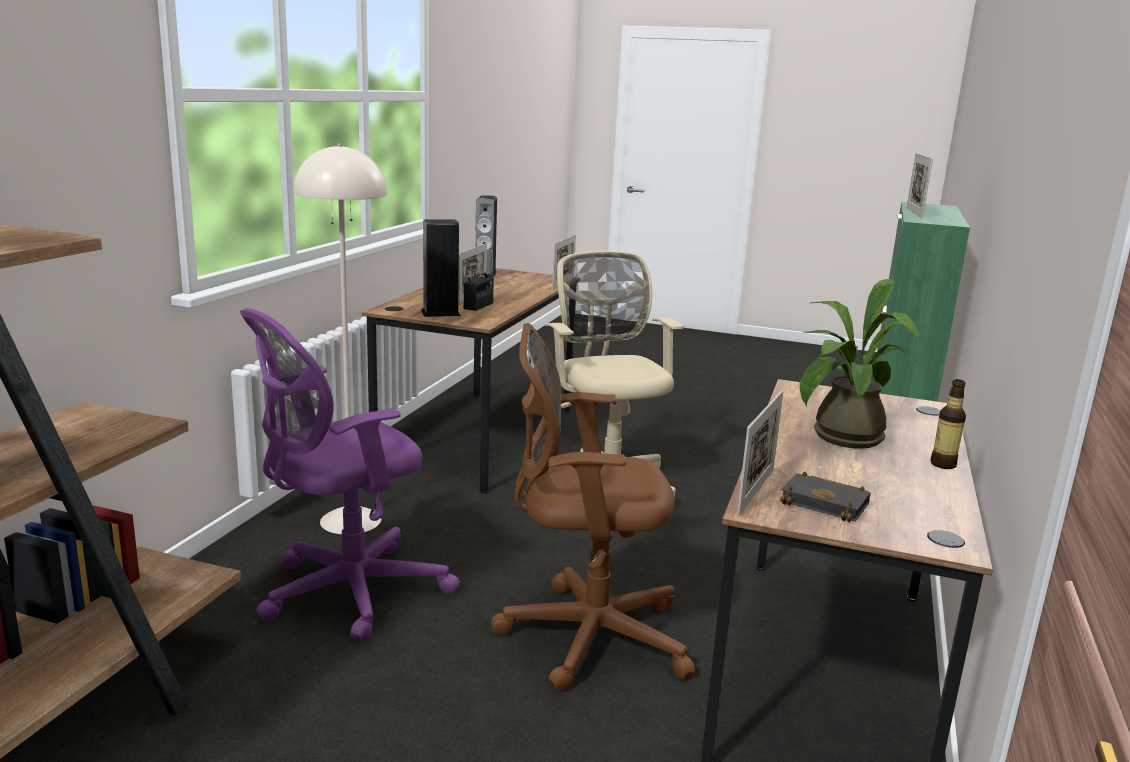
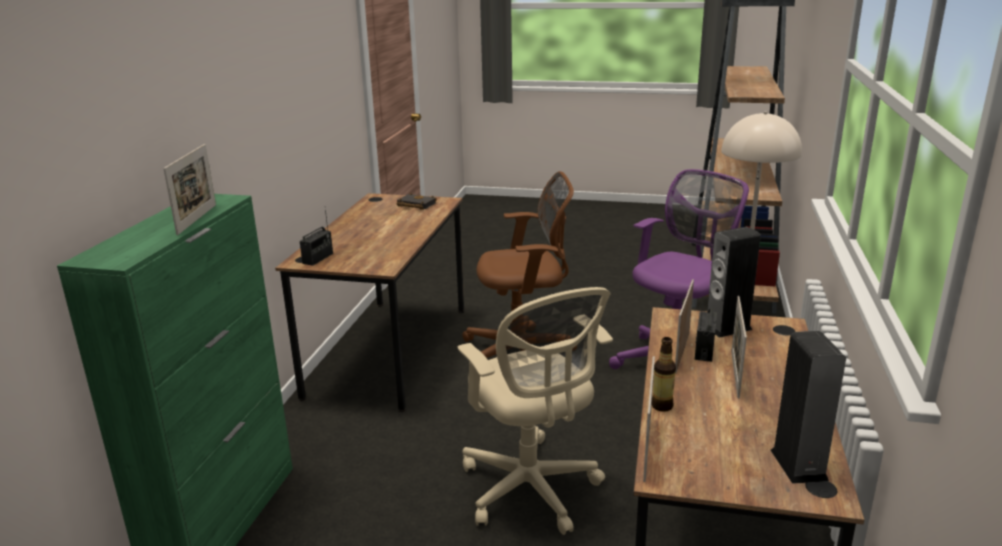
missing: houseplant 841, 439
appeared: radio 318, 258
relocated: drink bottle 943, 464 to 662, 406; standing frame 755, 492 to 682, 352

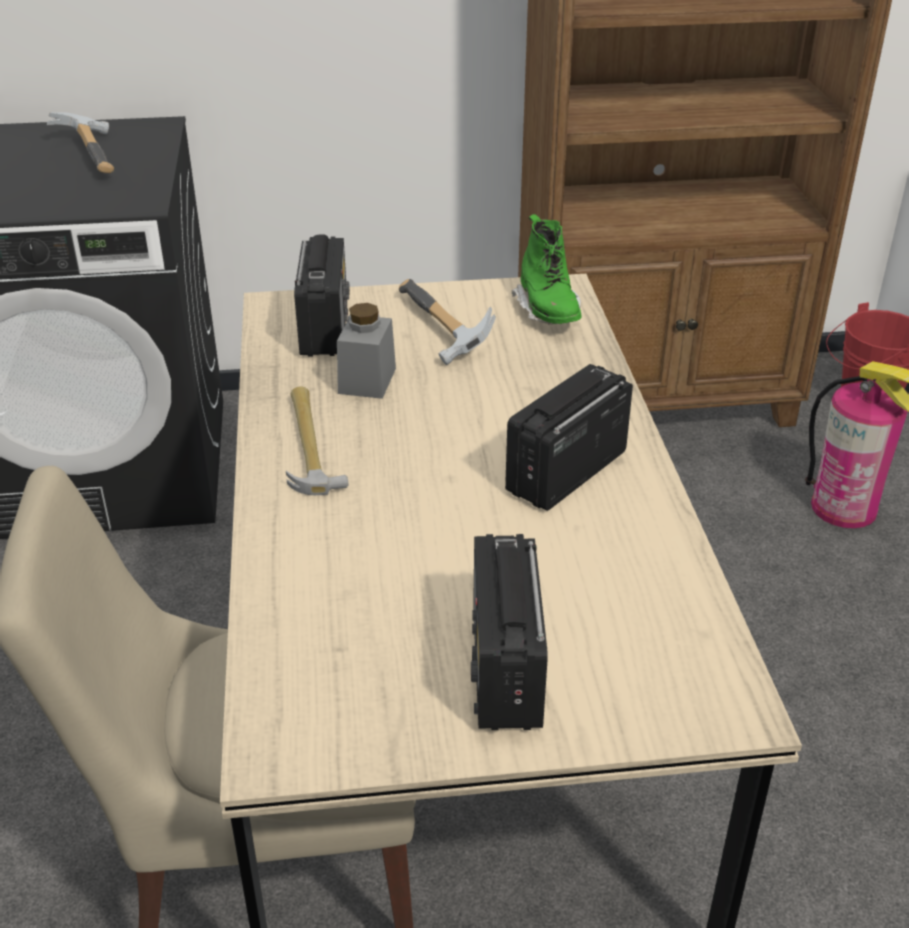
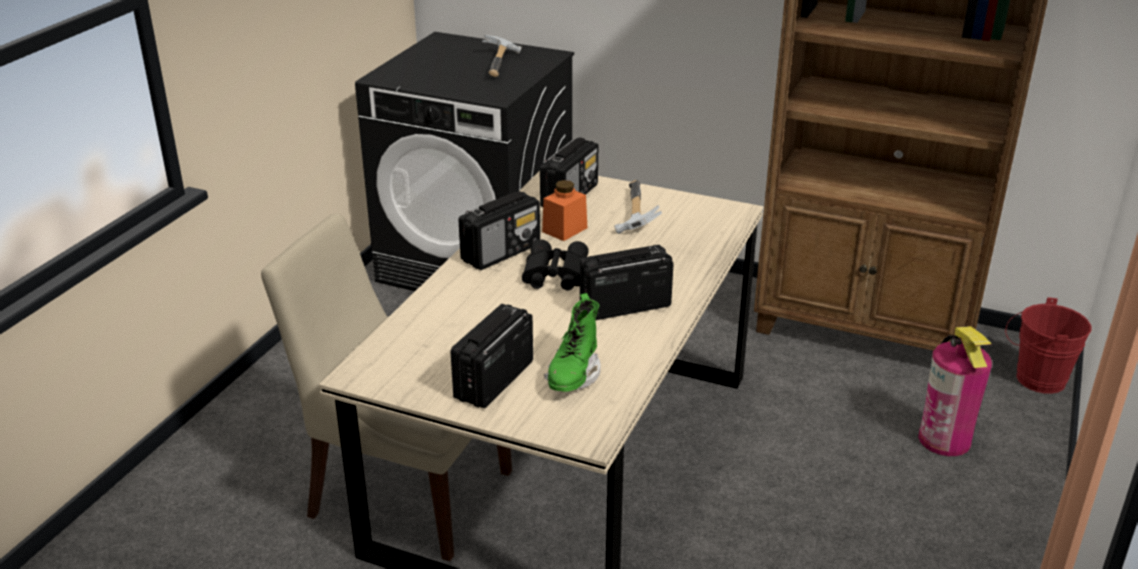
appeared: binoculars/black-coloured 554, 275
relocated: high-top boot/green 548, 312 to 573, 376
exchanged: hand hammer 309, 445 to radio 501, 252
colour: jar/greyish 367, 381 to jar/orange-coloured 564, 230

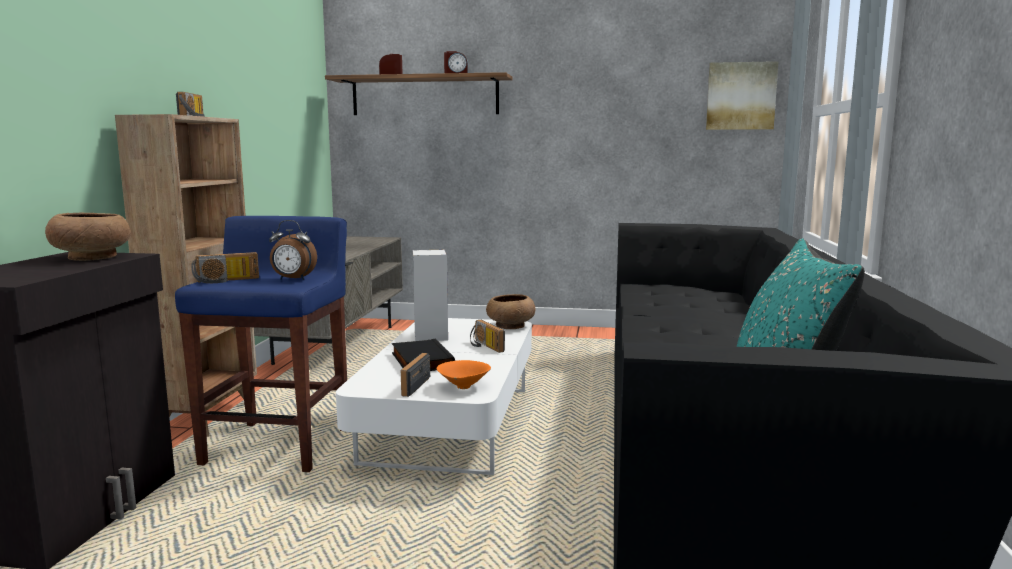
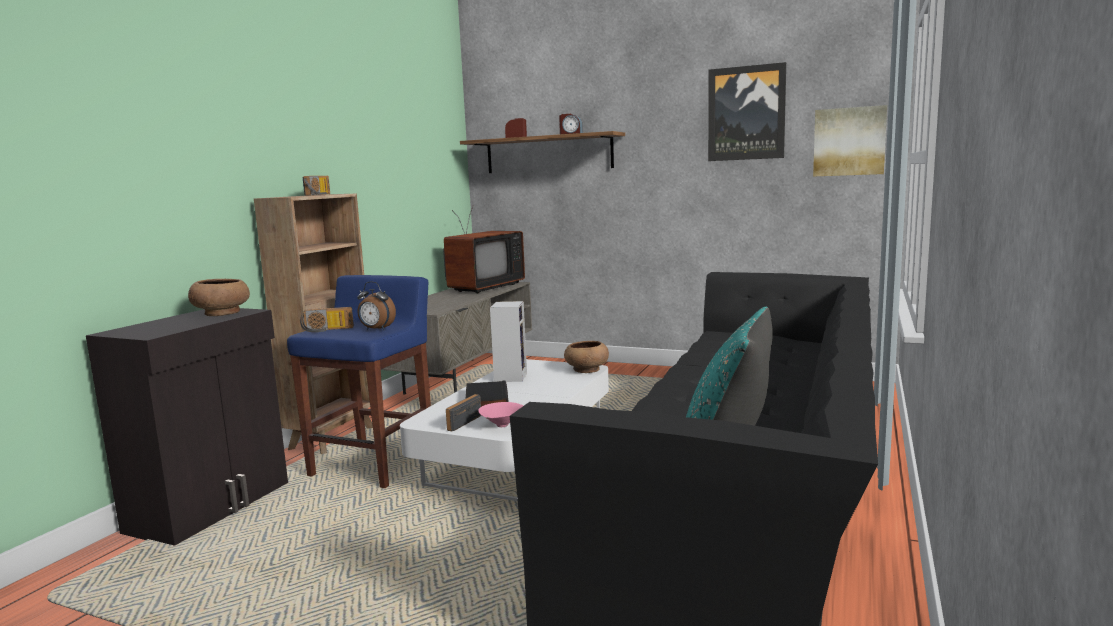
missing: radio 484, 346
appeared: television 482, 287; picture 746, 113
colour: bowl/orange-coloured 463, 387 to bowl/pinkish 501, 426

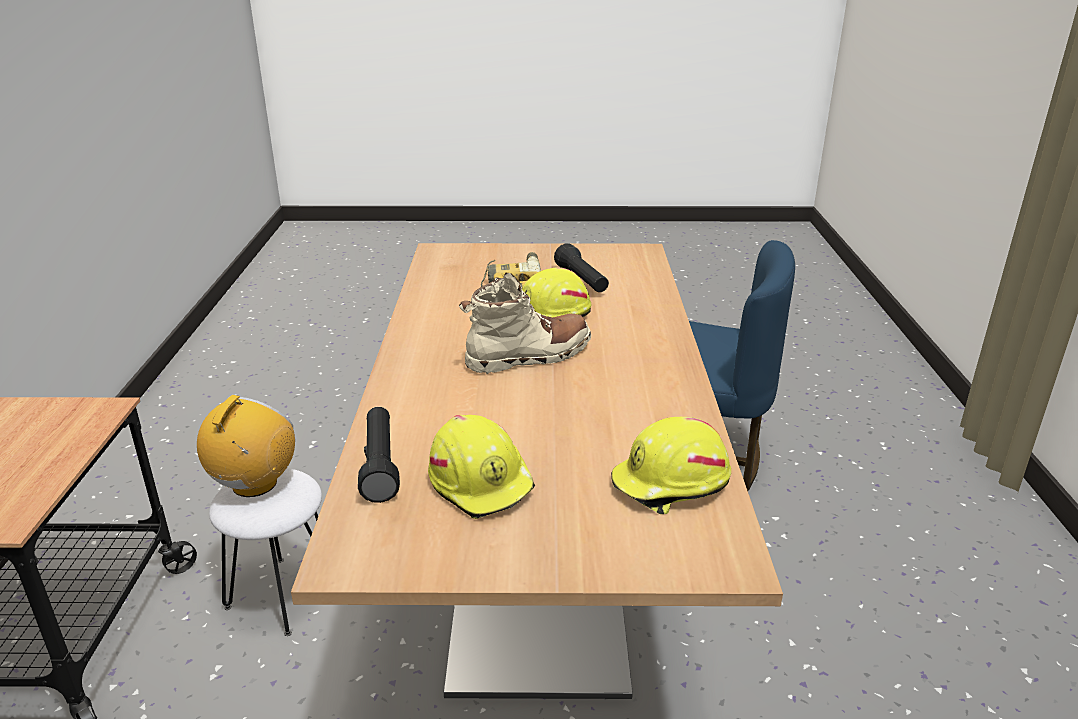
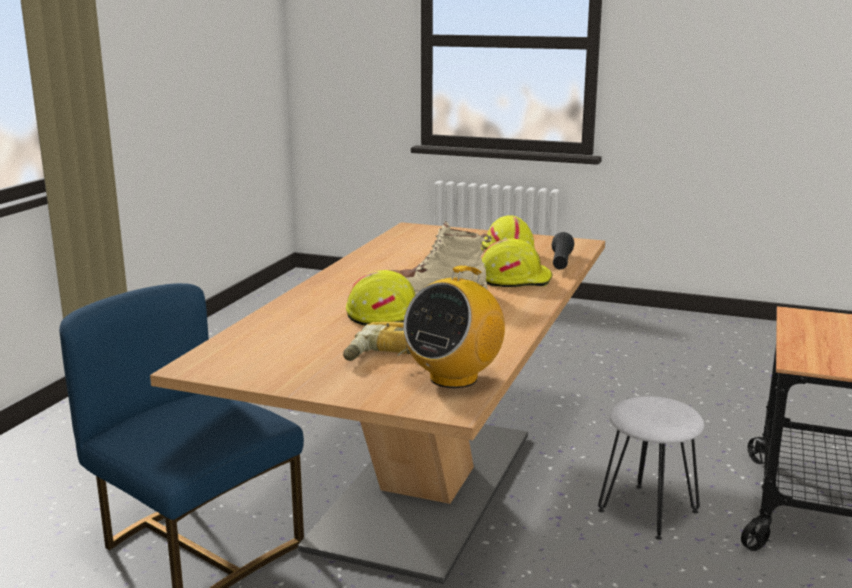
missing: flashlight/black-coloured 582, 281
relocated: radio 254, 484 to 454, 378; hard hat/yellowish 671, 484 to 514, 279

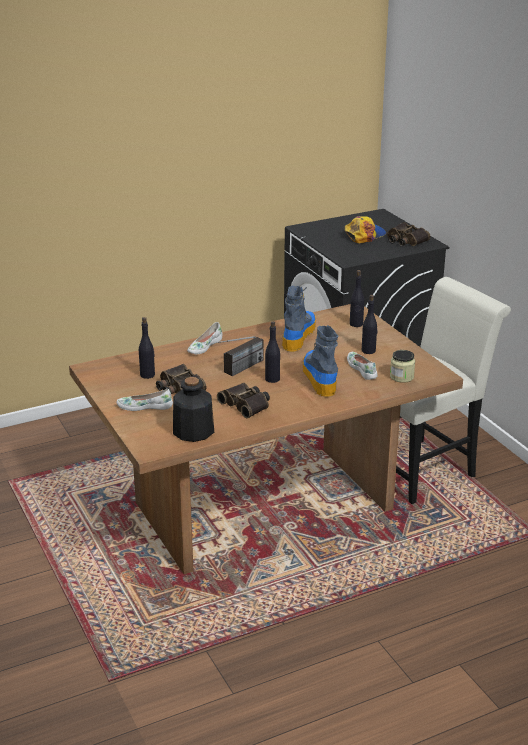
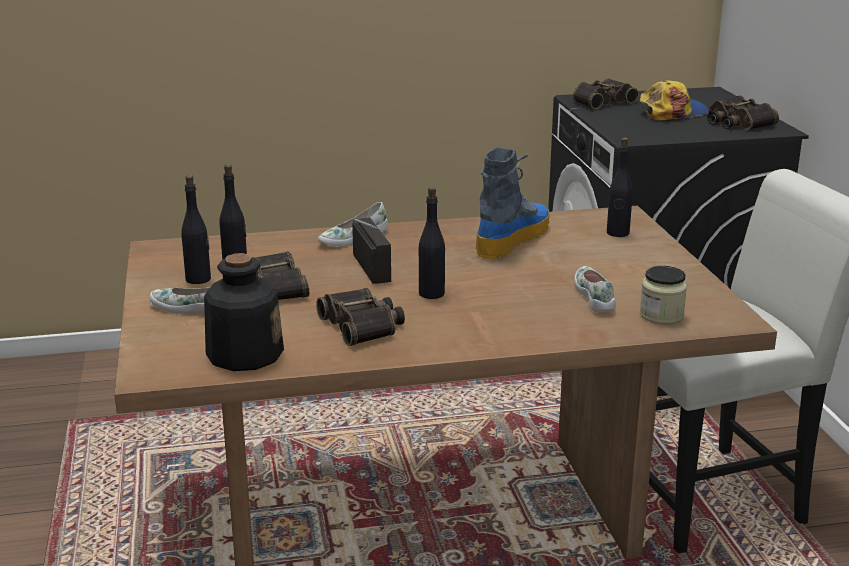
missing: high-top boot 319, 378
appeared: binoculars 601, 101
relocated: drink bottle/black-coloured 368, 351 to 198, 279
spun: radio 236, 371 = 379, 276 75 degrees counterclockwise

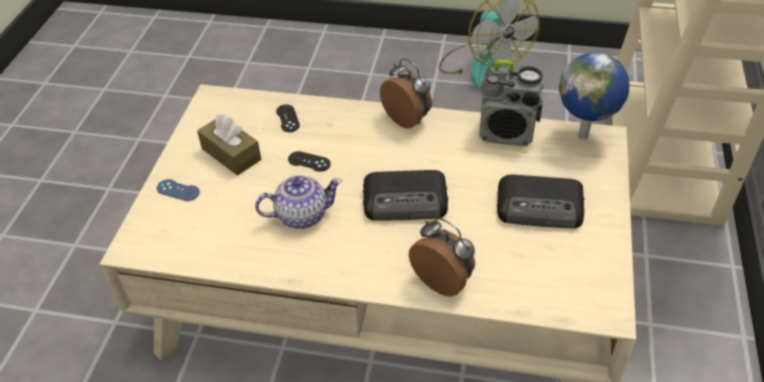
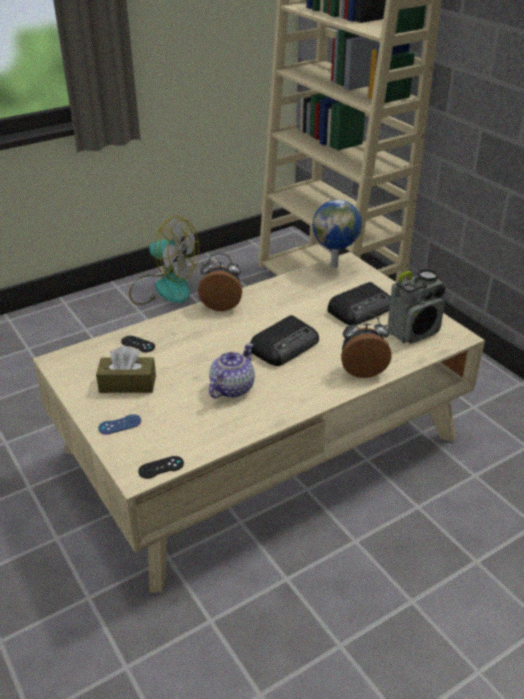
relocated: joypad/black-coloured 309, 161 to 161, 467; radio 507, 133 to 414, 332

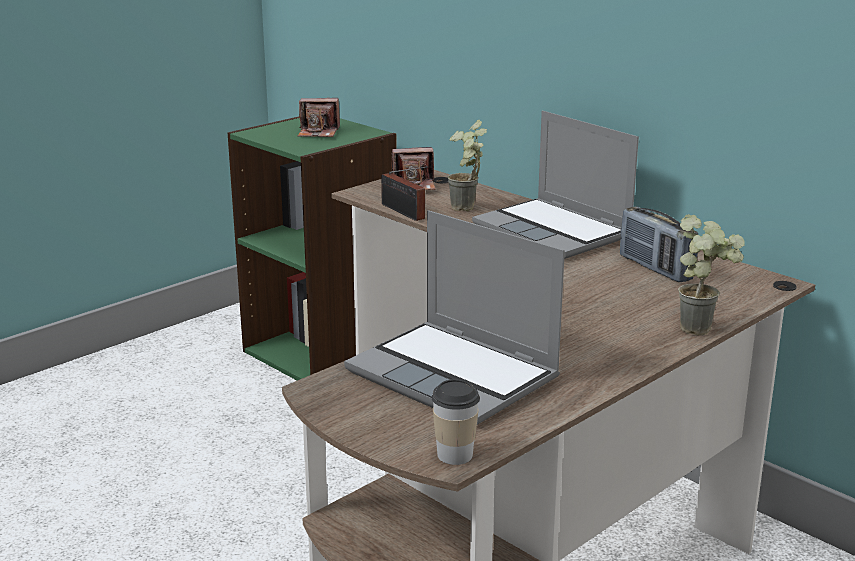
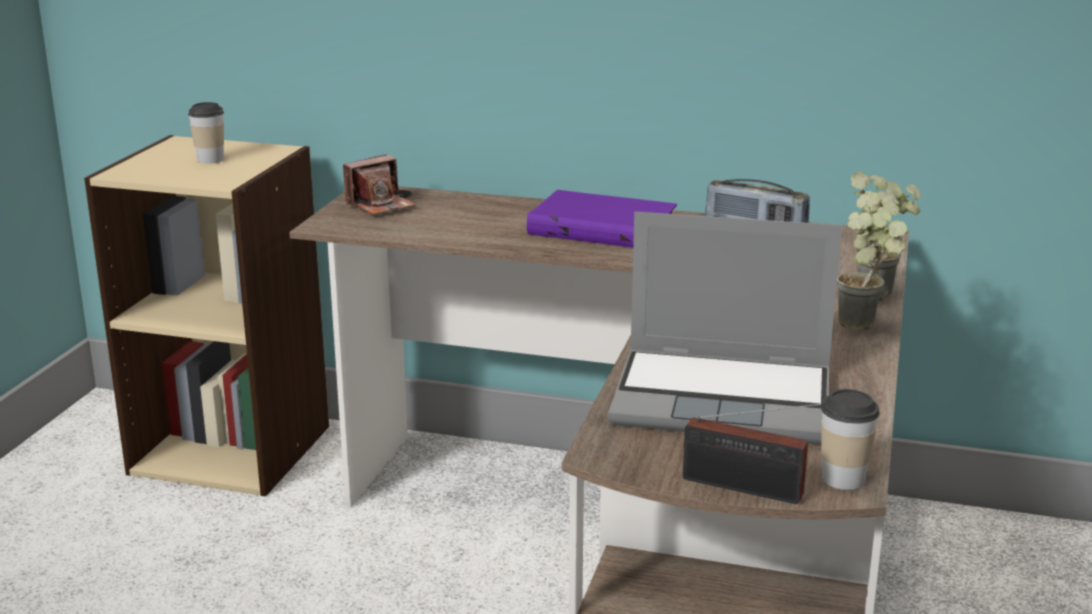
relocated: radio 404, 212 to 748, 489; houseplant 467, 210 to 867, 327
exchanged: photo camera 318, 132 to small cup 210, 159; laptop 554, 232 to book/purplish 604, 227
colour: bookcase/green 322, 352 to bookcase/beige-coloured 232, 449

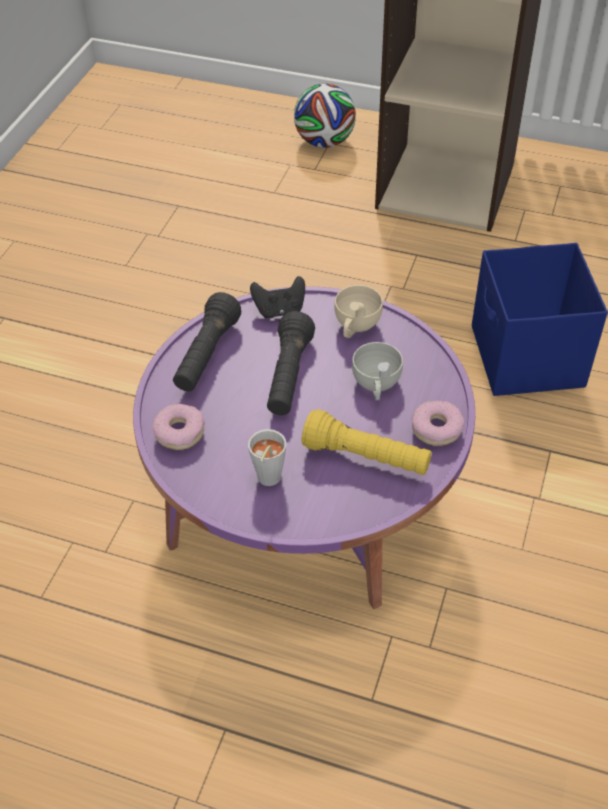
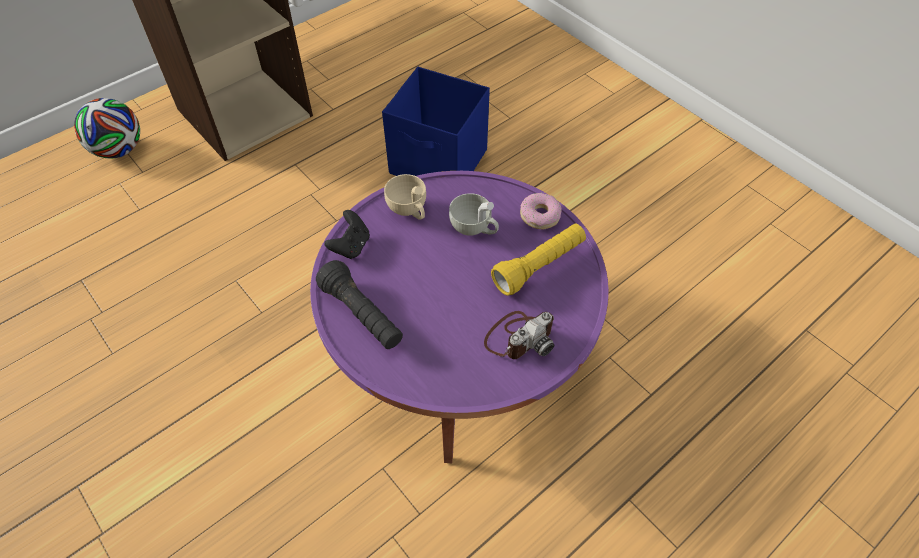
missing: ring doughnut 179, 432; flashlight/black-coloured 289, 376
exchanged: small cup/greyish 267, 481 to photo camera 519, 337

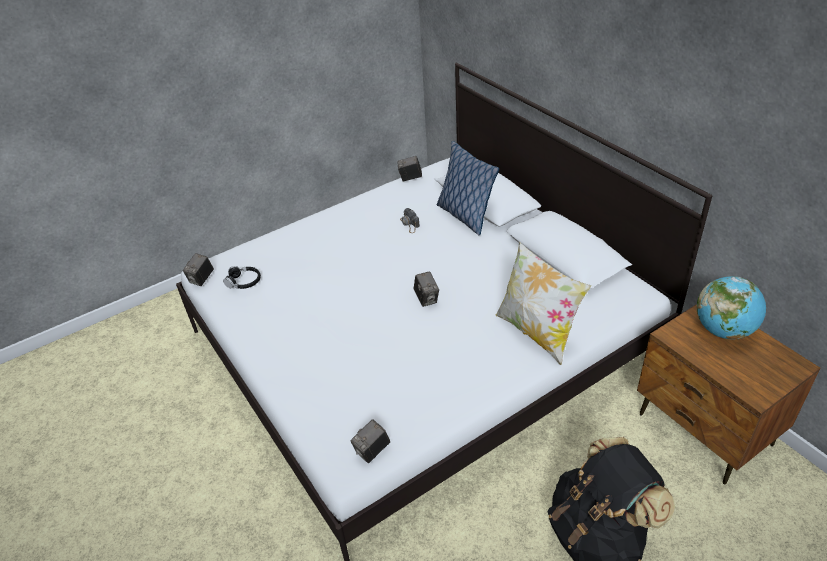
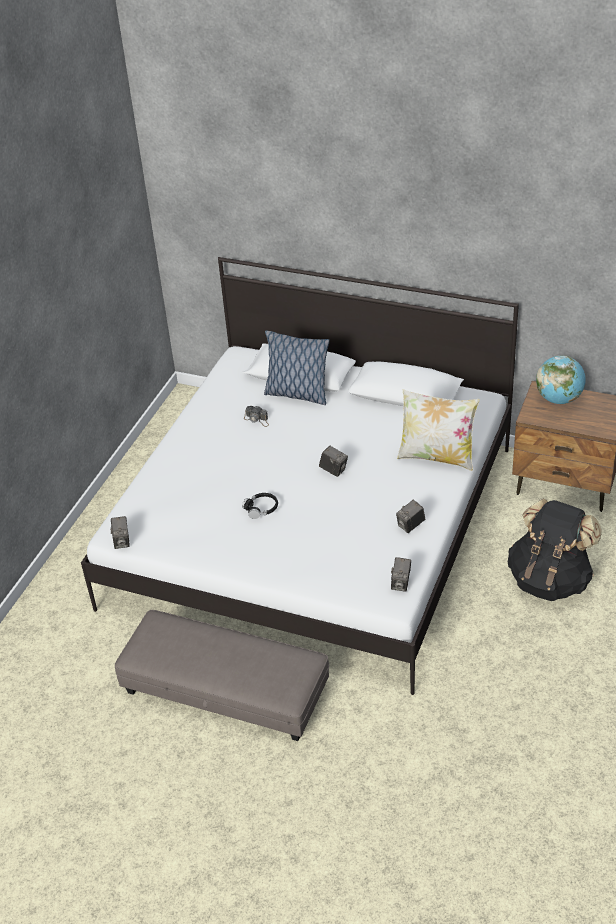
appeared: footrest/greyish 225, 690
relocated: headset/black-coloured 244, 282 to 261, 509; photo camera 410, 178 to 410, 525

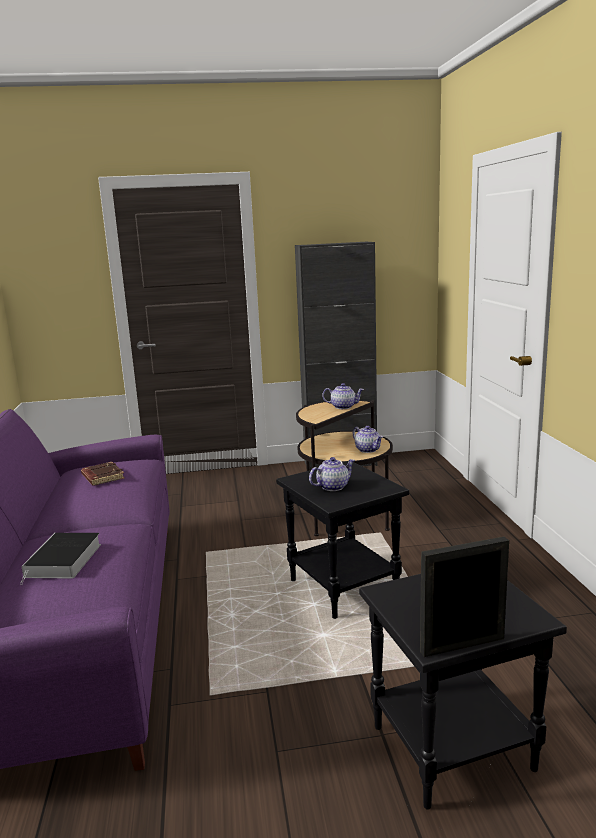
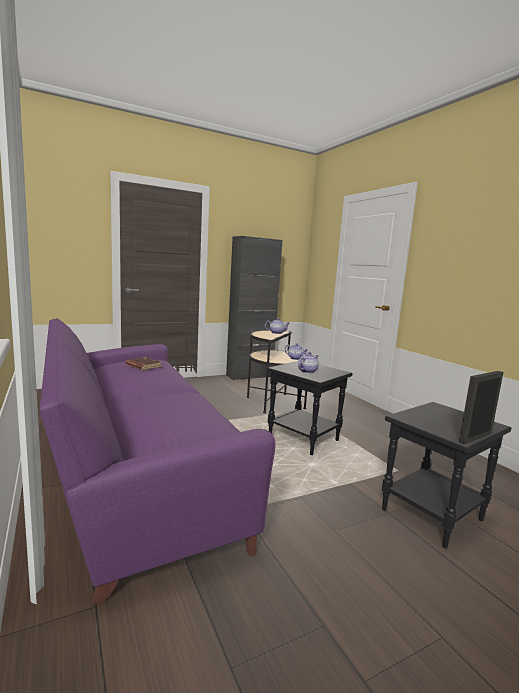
missing: book 63, 561

